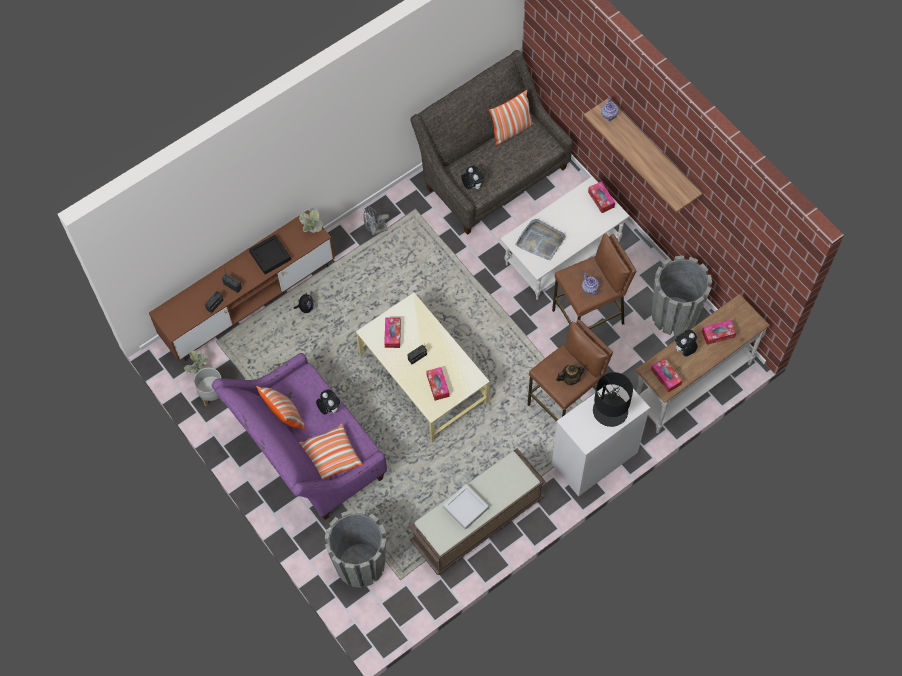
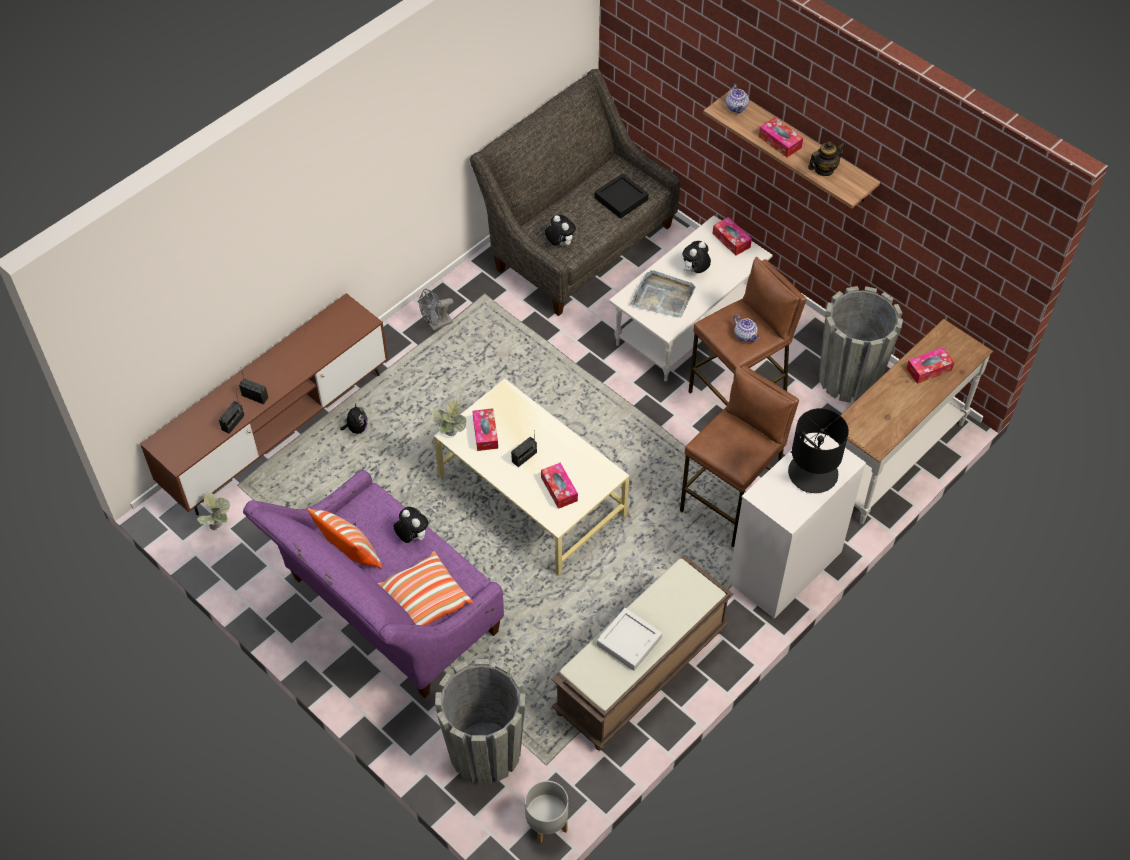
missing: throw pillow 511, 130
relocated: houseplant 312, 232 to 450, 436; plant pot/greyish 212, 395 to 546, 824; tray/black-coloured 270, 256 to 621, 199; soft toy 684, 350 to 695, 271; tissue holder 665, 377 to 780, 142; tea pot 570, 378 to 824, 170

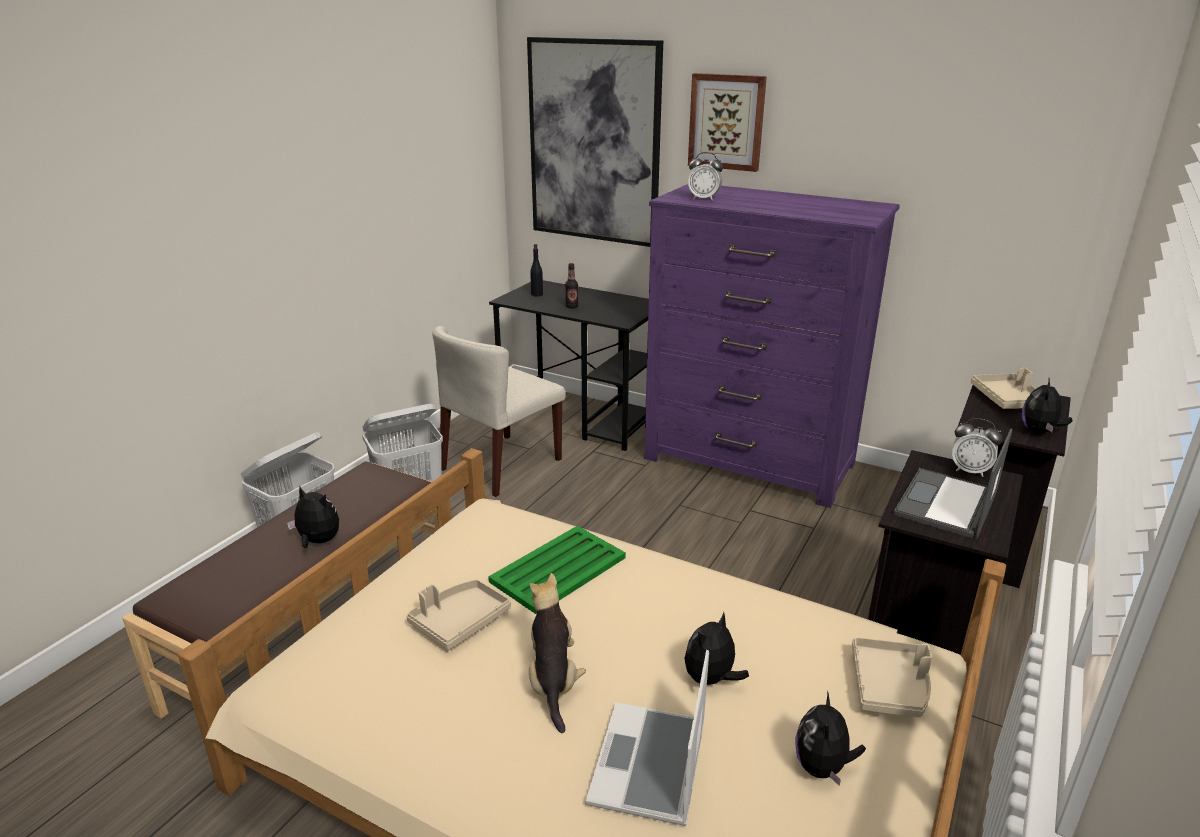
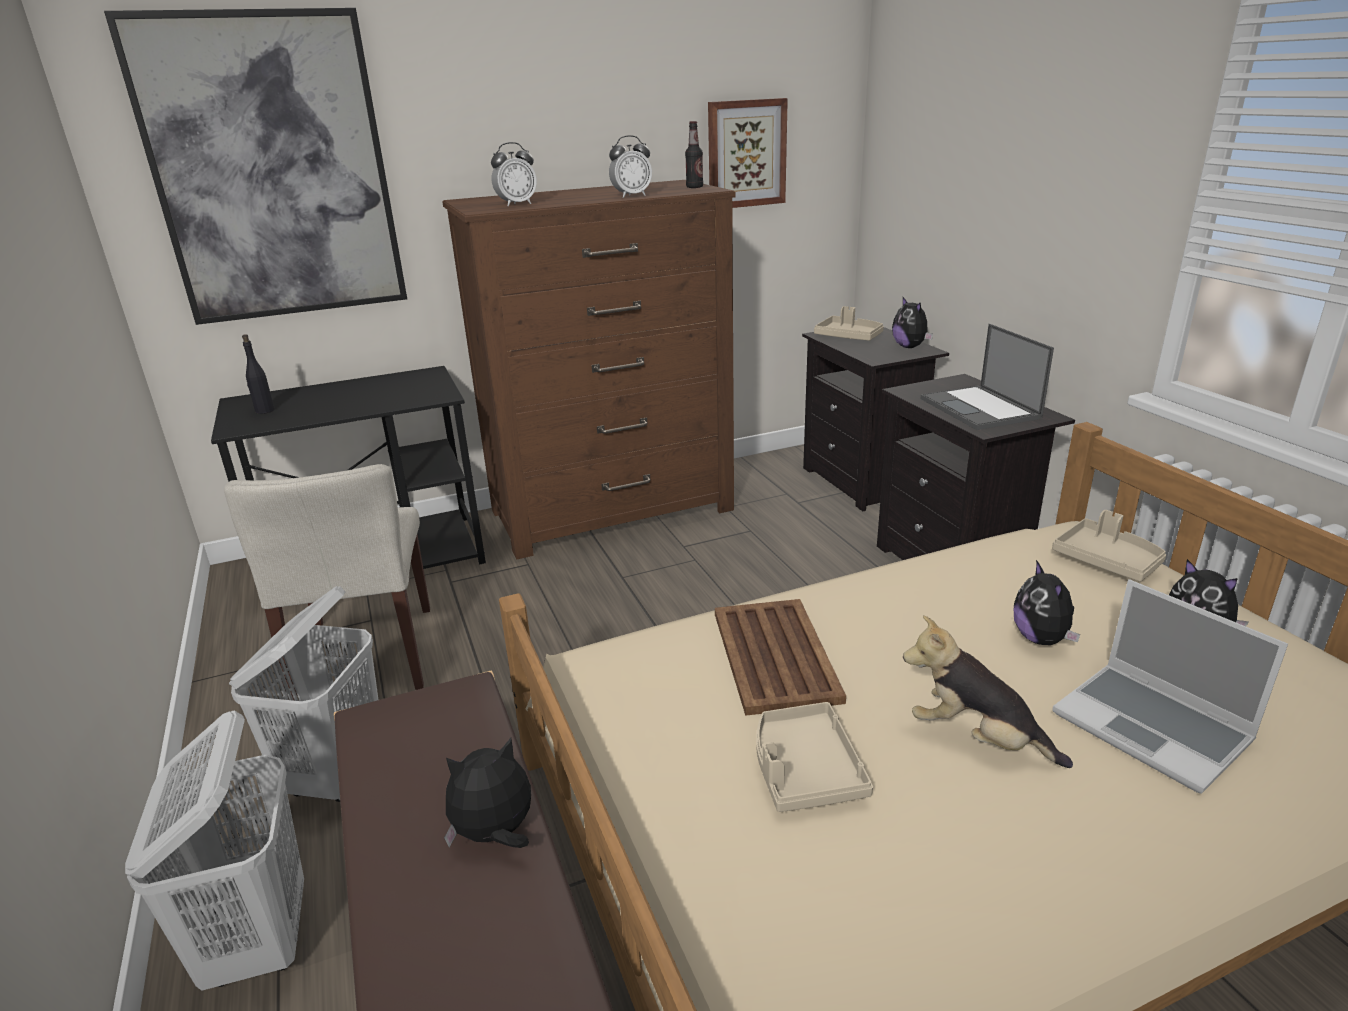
relocated: bedside clock 970, 471 to 631, 196; drink bottle 571, 307 to 694, 187; picture 727, 122 to 746, 154
colour: chest of drawers/purplish 749, 462 to chest of drawers/brown 613, 511; tray/green 559, 569 to tray/brown 775, 654

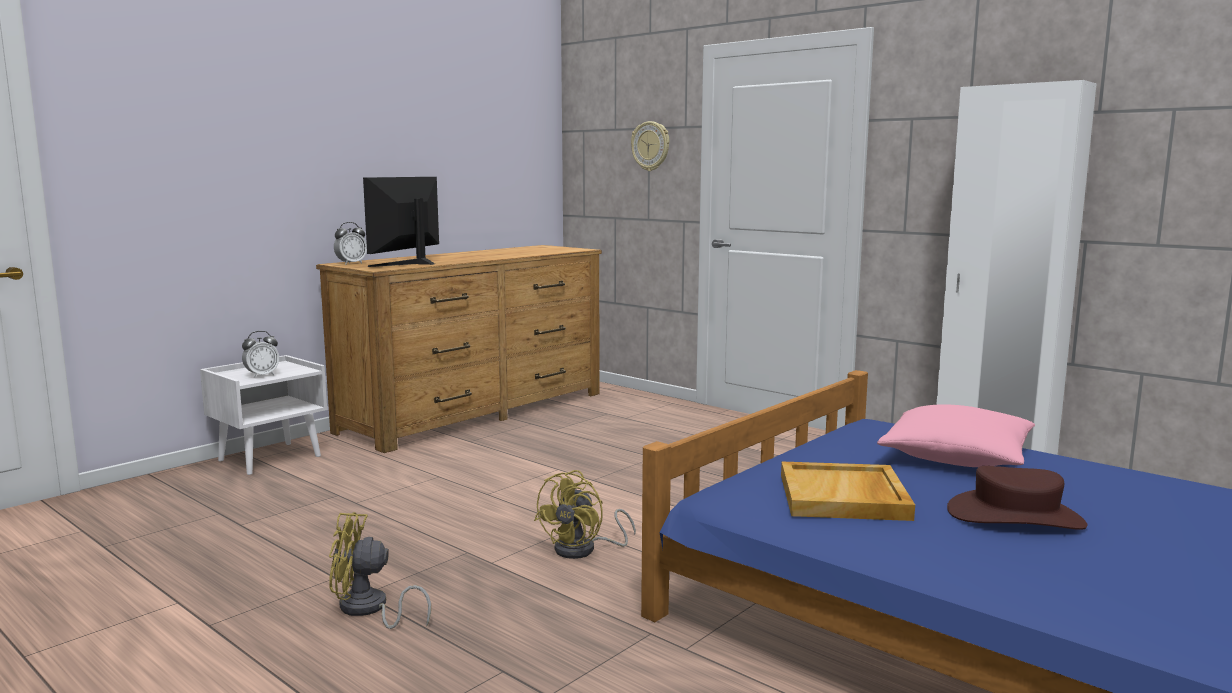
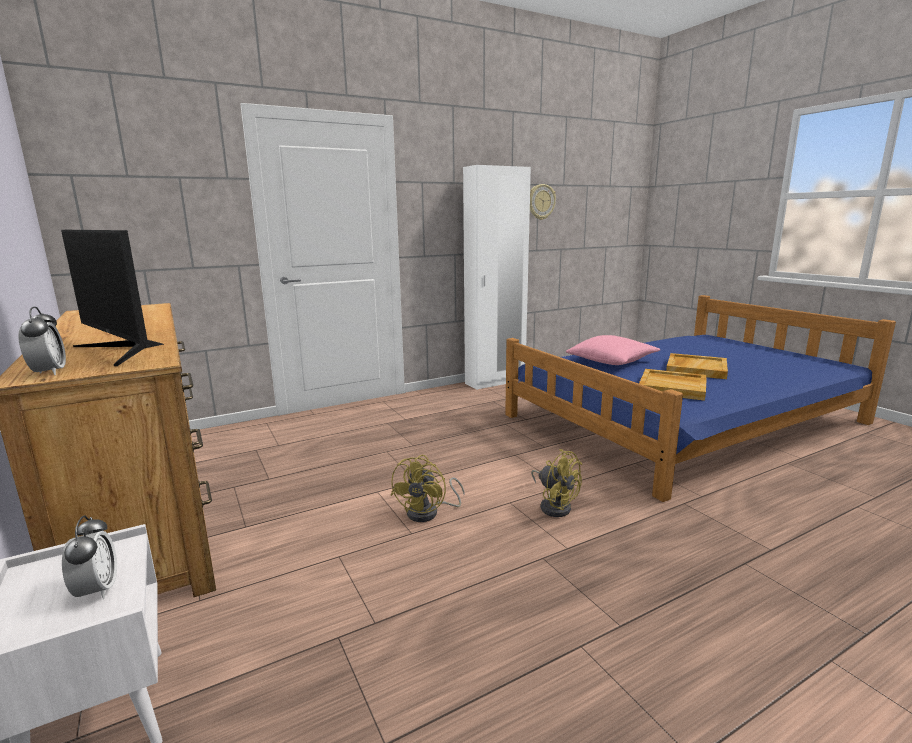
relocated: electric fan/yellowish 368, 610 to 429, 512; wall clock 651, 146 to 541, 202
exchanged: hat/brown 1015, 516 to tray/beige-coloured 695, 368

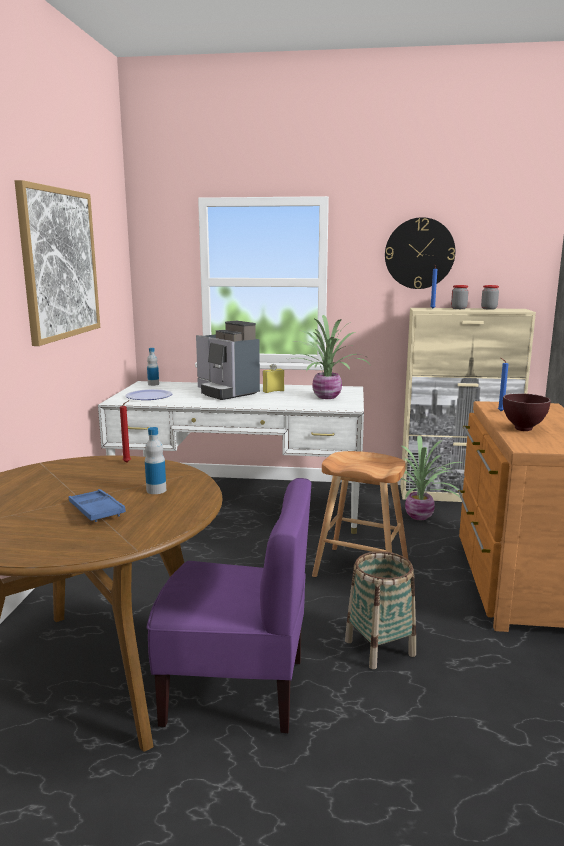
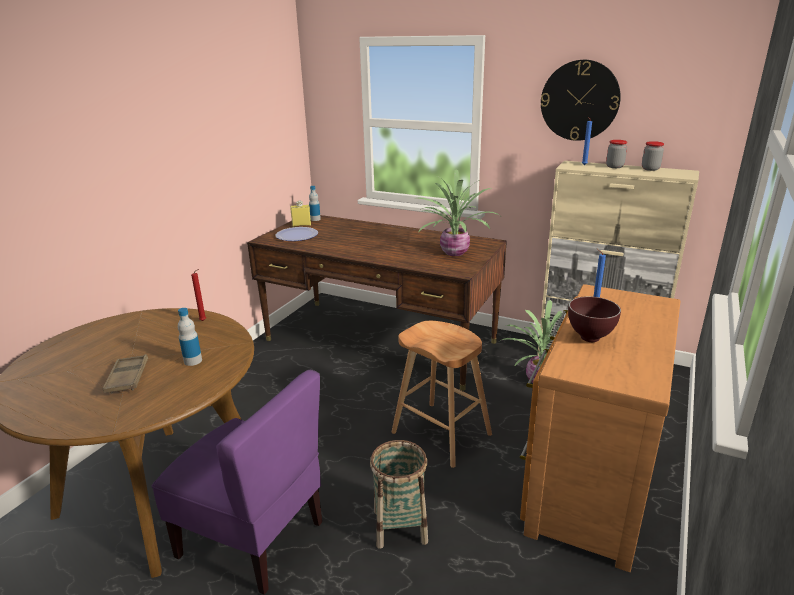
missing: picture 60, 264; coffee brewer 226, 392
relocated: drink bottle/yellowish 273, 391 to 301, 225
colour: tray/blue 96, 510 to tray/brown 128, 378; desk/white 241, 506 to desk/brown 379, 341

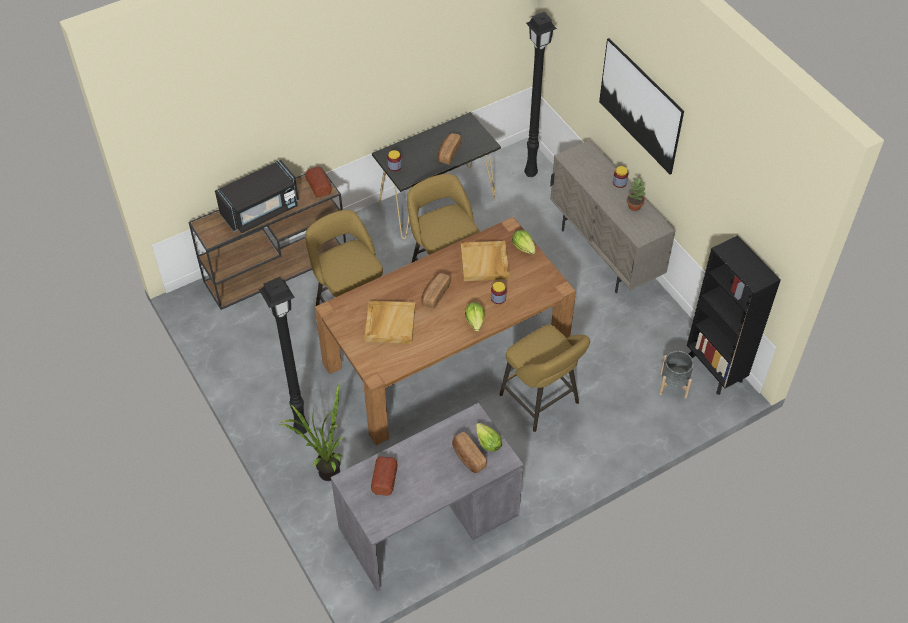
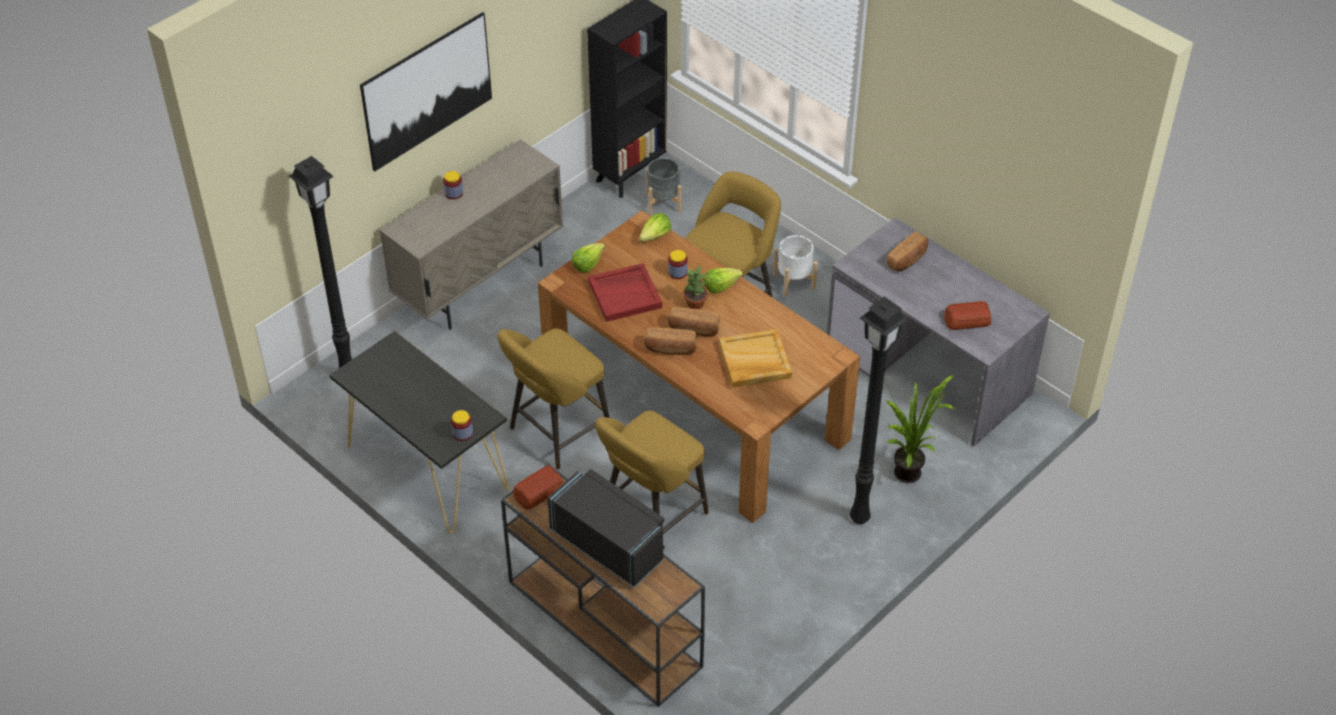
appeared: plant pot/white 794, 281
relocated: head of lettuce 487, 442 to 655, 236; baked bread 448, 153 to 670, 349; houseplant 634, 206 to 695, 303
colour: tray/beige-coloured 485, 263 to tray/red 625, 294

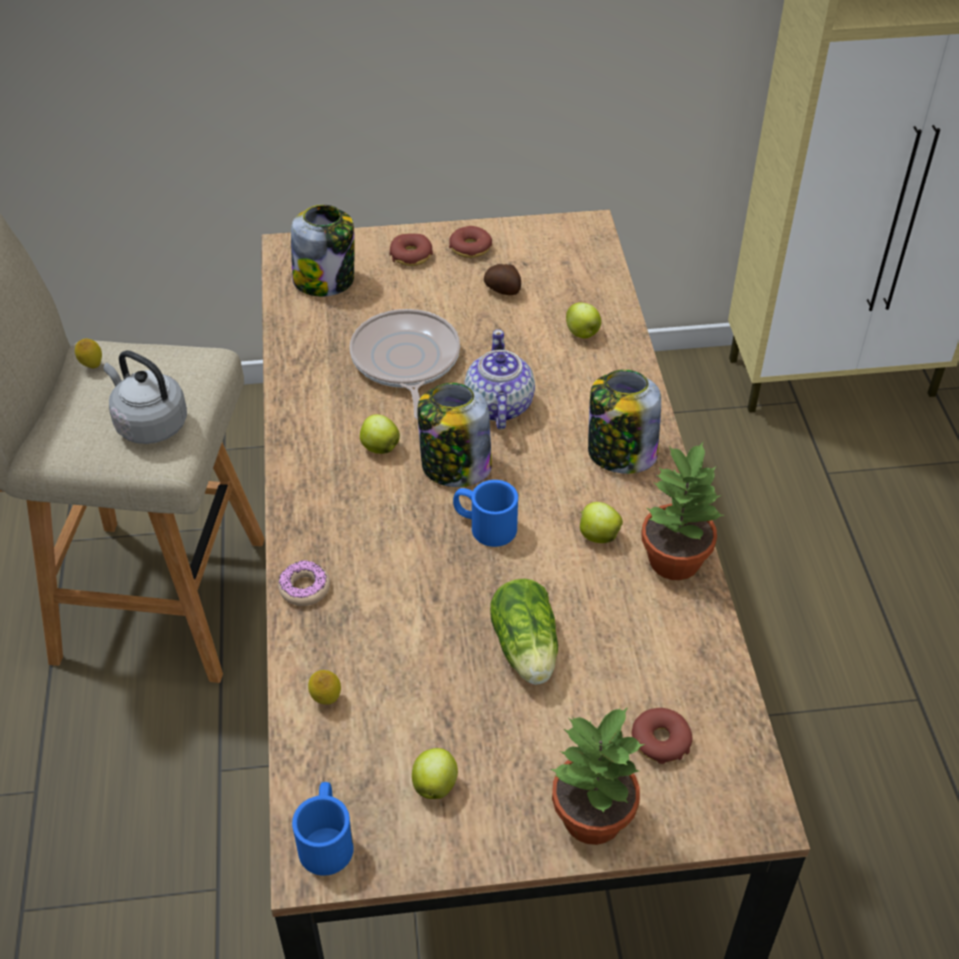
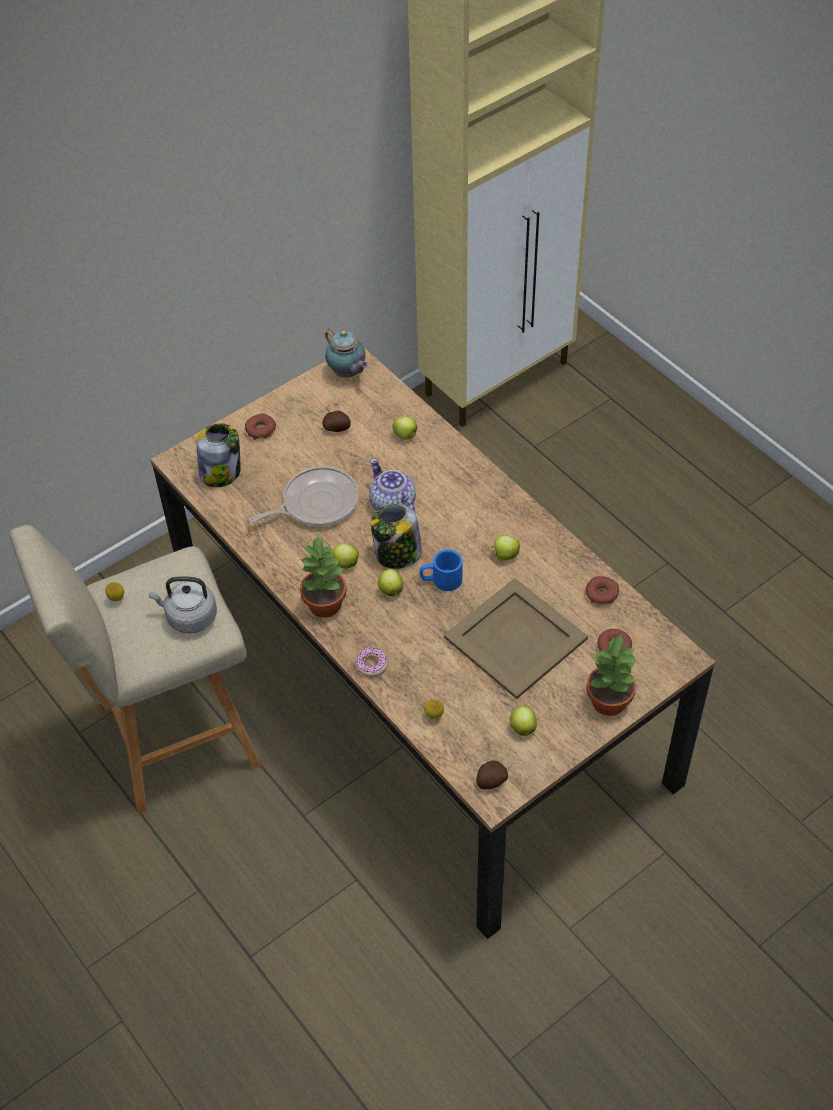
missing: jar 620, 453
appeared: tea pot 347, 374; apple fruit 390, 590
relocated: houseplant 674, 559 to 324, 603; ring doughnut 470, 248 to 601, 594
exchanged: head of lettuce 526, 651 to tray/beige-coloured 515, 637; coffee mug/blue 326, 838 to spud 490, 781
spun: skillet 405, 362 = 316, 503 105 degrees clockwise

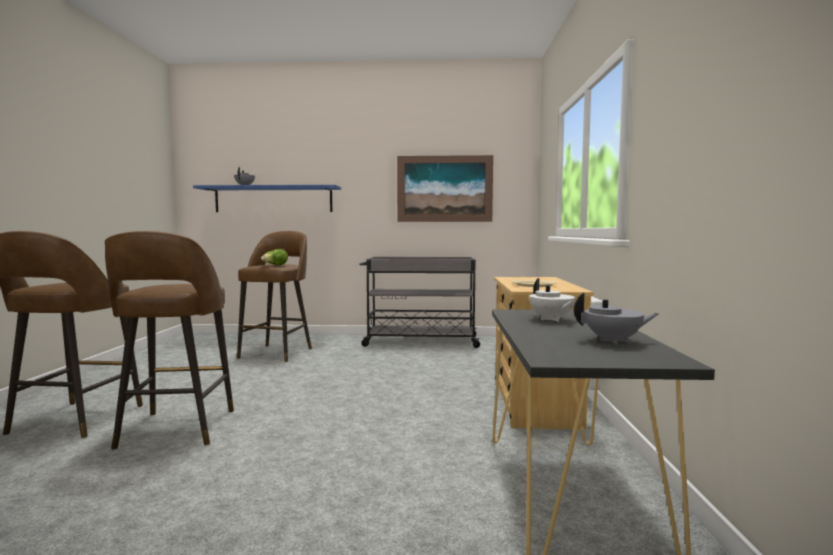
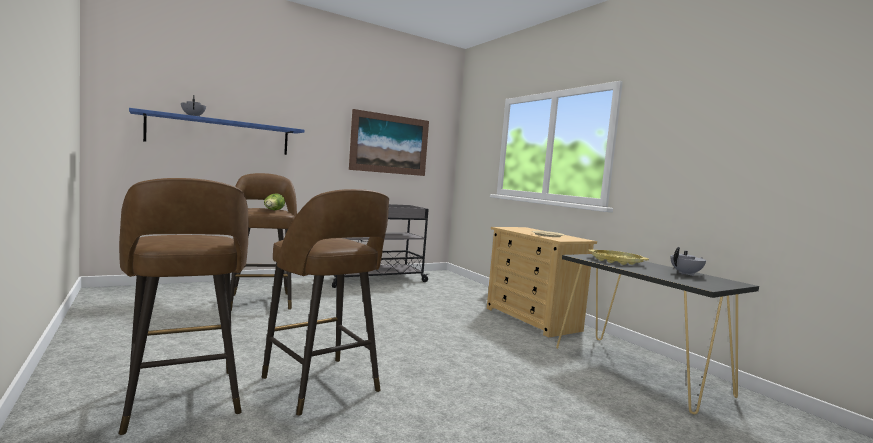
exchanged: tea pot/white 551, 319 to tray/yellowish 616, 261

